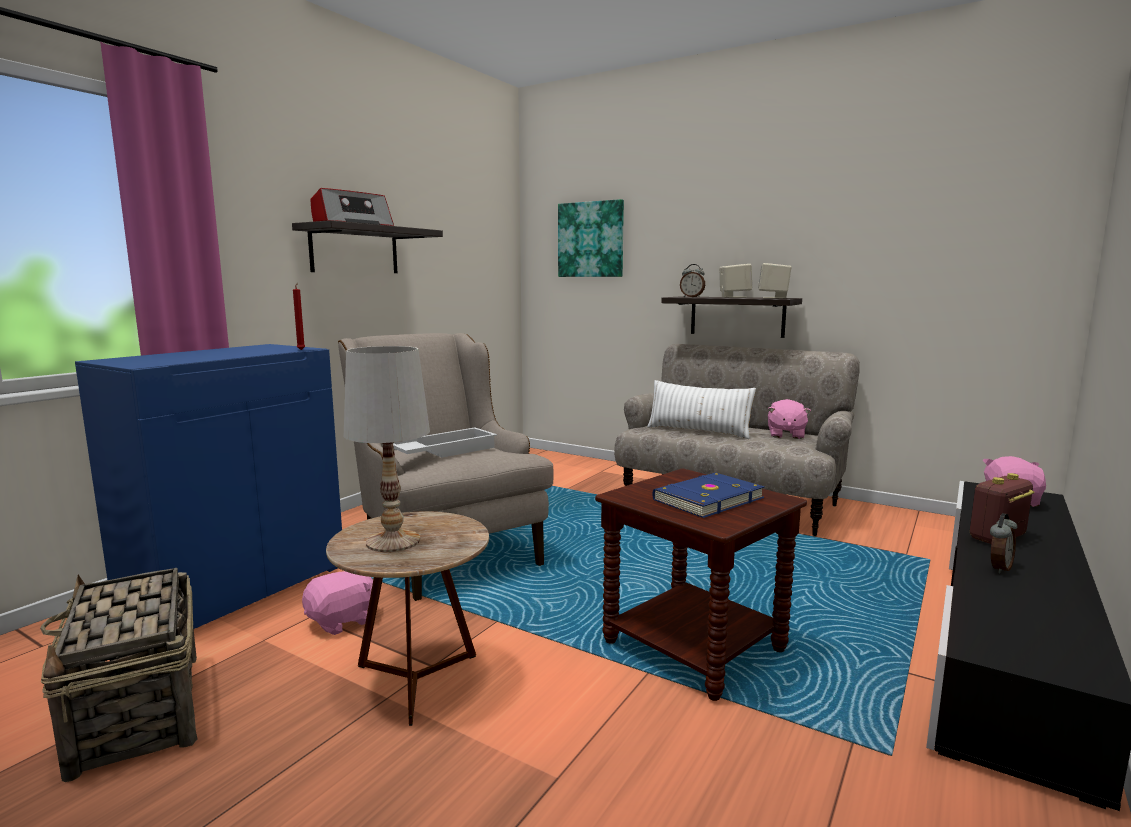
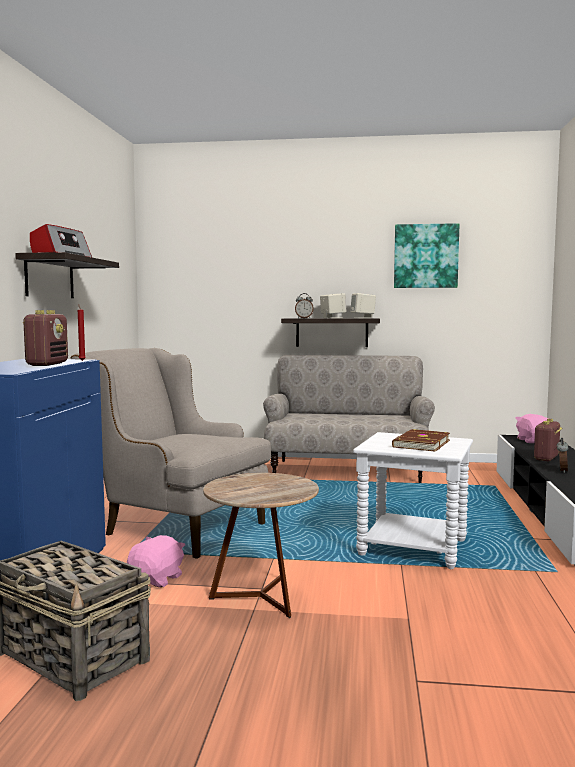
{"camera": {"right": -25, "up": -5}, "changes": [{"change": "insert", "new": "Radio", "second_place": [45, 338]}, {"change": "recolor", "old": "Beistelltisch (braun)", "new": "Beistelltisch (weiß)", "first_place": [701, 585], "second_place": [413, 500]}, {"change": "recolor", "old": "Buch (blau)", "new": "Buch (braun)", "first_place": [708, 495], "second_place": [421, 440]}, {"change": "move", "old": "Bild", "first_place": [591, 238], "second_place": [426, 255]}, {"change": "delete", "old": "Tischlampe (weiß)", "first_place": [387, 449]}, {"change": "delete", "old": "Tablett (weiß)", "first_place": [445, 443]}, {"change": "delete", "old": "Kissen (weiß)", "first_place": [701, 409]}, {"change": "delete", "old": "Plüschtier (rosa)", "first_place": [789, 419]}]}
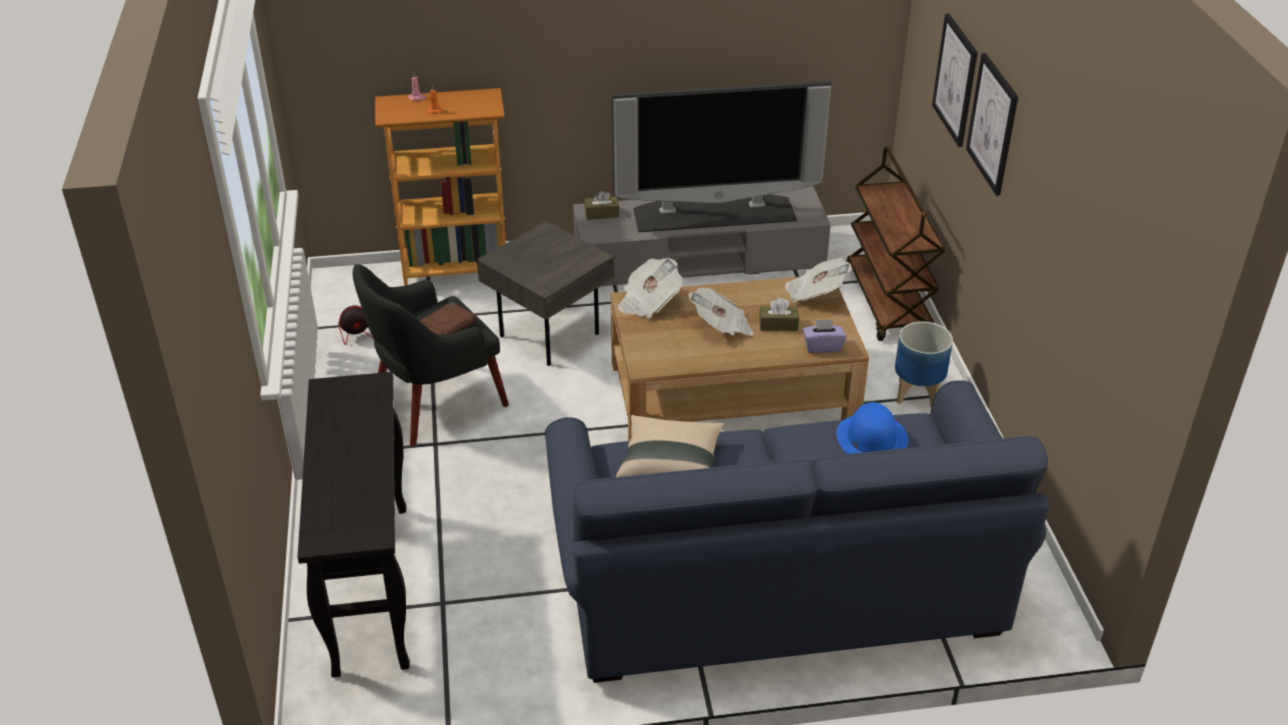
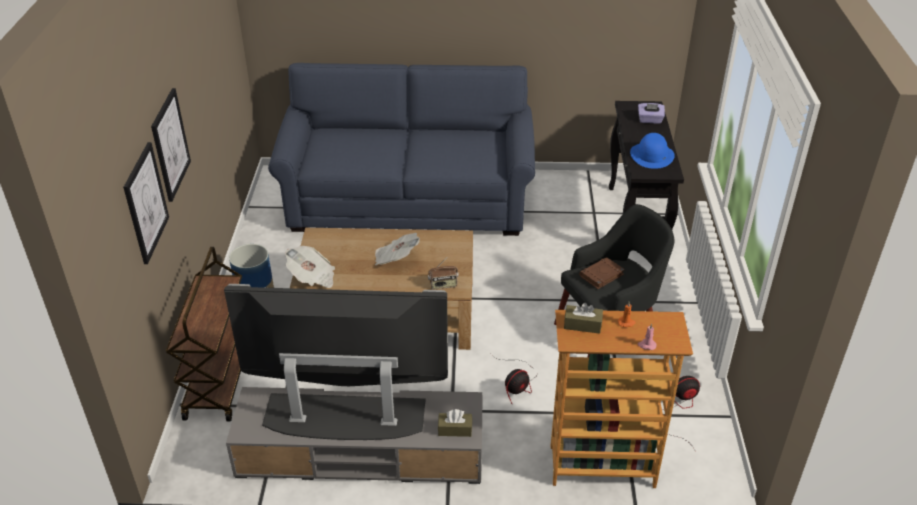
{"camera": {"right": -170, "up": 0}, "changes": [{"change": "replace", "old": "Zeitung", "new": "Radio", "first_place": [650, 288], "second_place": [443, 274]}, {"change": "replace", "old": "Beistelltisch (grau)", "new": "Ventilator", "first_place": [545, 293], "second_place": [513, 378]}, {"change": "move", "old": "Taschentuchbox (braun)", "first_place": [779, 314], "second_place": [583, 318]}, {"change": "move", "old": "Hut (blau)", "first_place": [872, 428], "second_place": [652, 151]}, {"change": "move", "old": "Taschentuchbox (lila)", "first_place": [824, 336], "second_place": [651, 113]}, {"change": "delete", "old": "Kissen (beige)", "first_place": [670, 446]}]}
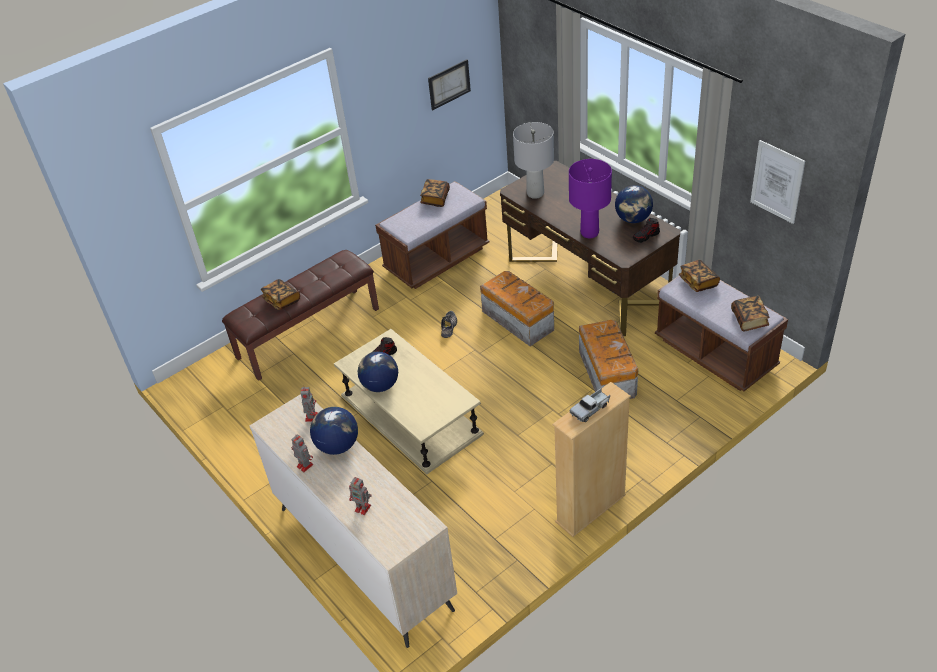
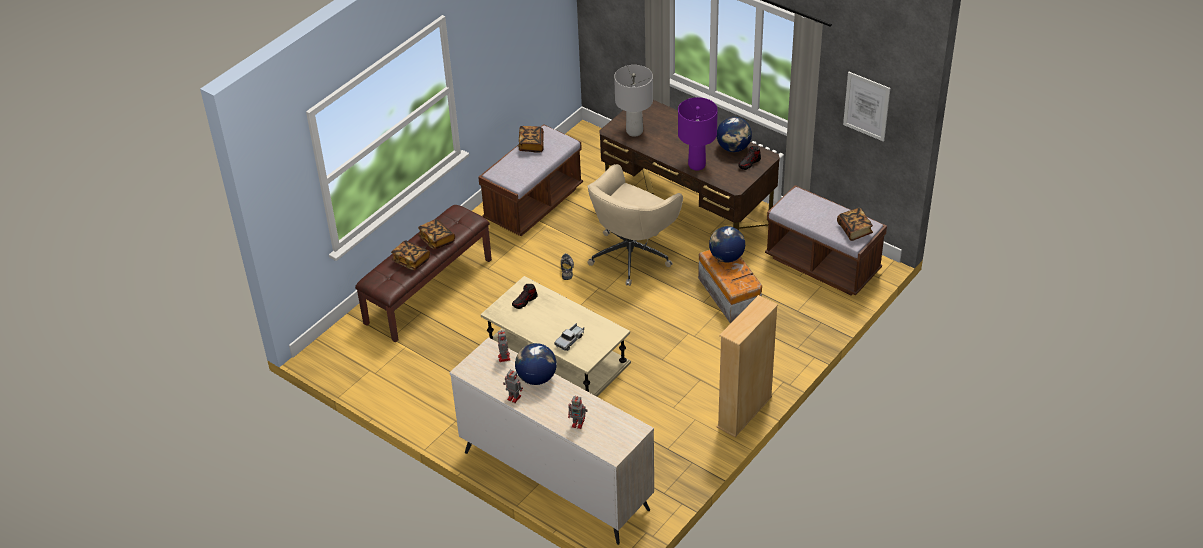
{"camera": {"right": -15, "up": 0}, "changes": [{"change": "move", "old": "Buch", "first_place": [699, 276], "second_place": [436, 234]}, {"change": "move", "old": "Spielzeuglaster", "first_place": [590, 405], "second_place": [569, 337]}, {"change": "replace", "old": "Aufbewahrungsbox", "new": "Bürostuhl (beige)", "first_place": [517, 309], "second_place": [635, 225]}, {"change": "move", "old": "Globus", "first_place": [378, 372], "second_place": [727, 244]}, {"change": "delete", "old": "Bild", "first_place": [449, 84]}]}
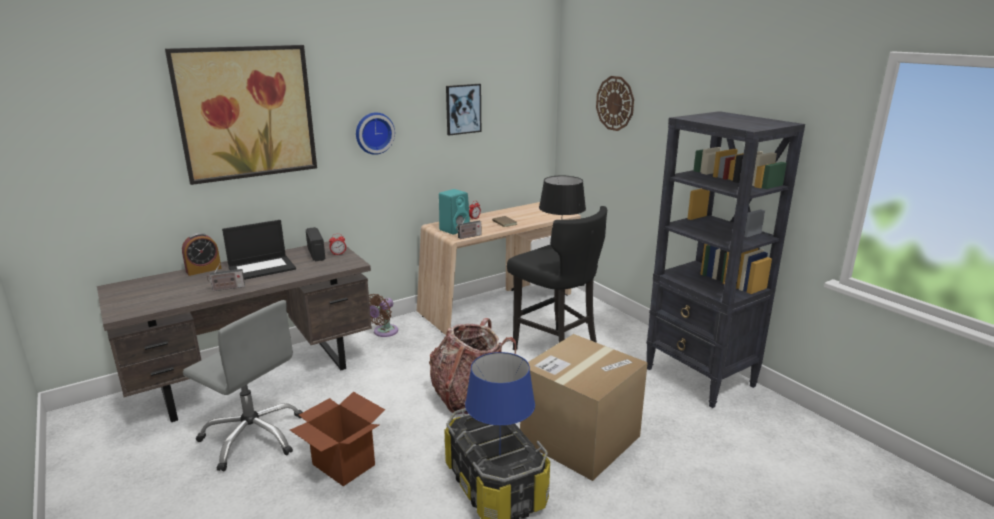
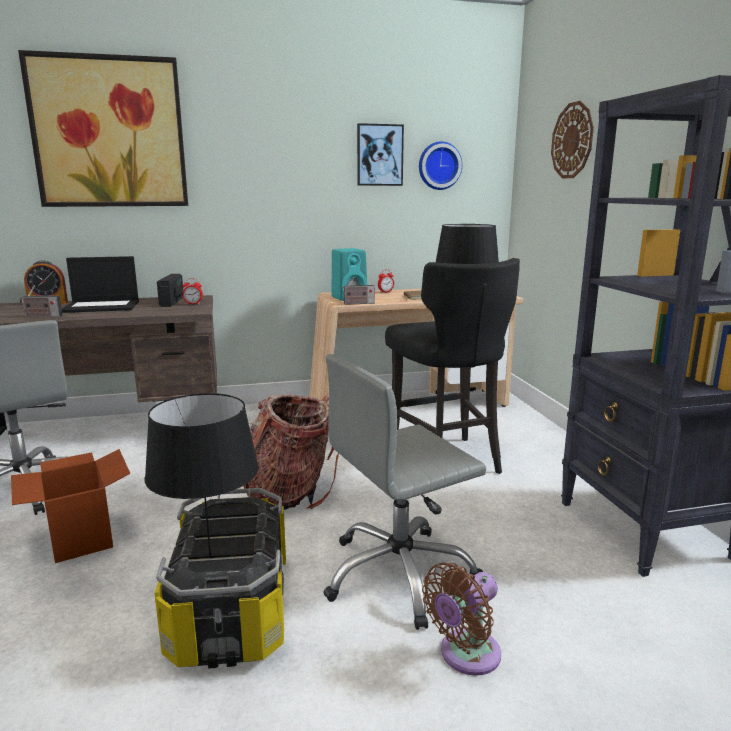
{"camera": {"right": 20, "up": -5}, "changes": [{"change": "recolor", "old": "Tischlampe (blau)", "new": "Tischlampe (schwarz)", "first_place": [500, 404], "second_place": [202, 475]}, {"change": "replace", "old": "Karton", "new": "Bürostuhl (grau)", "first_place": [584, 407], "second_place": [404, 492]}, {"change": "move", "old": "Wanduhr", "first_place": [375, 134], "second_place": [440, 165]}, {"change": "move", "old": "Ventilator (braun)", "first_place": [383, 315], "second_place": [461, 619]}]}
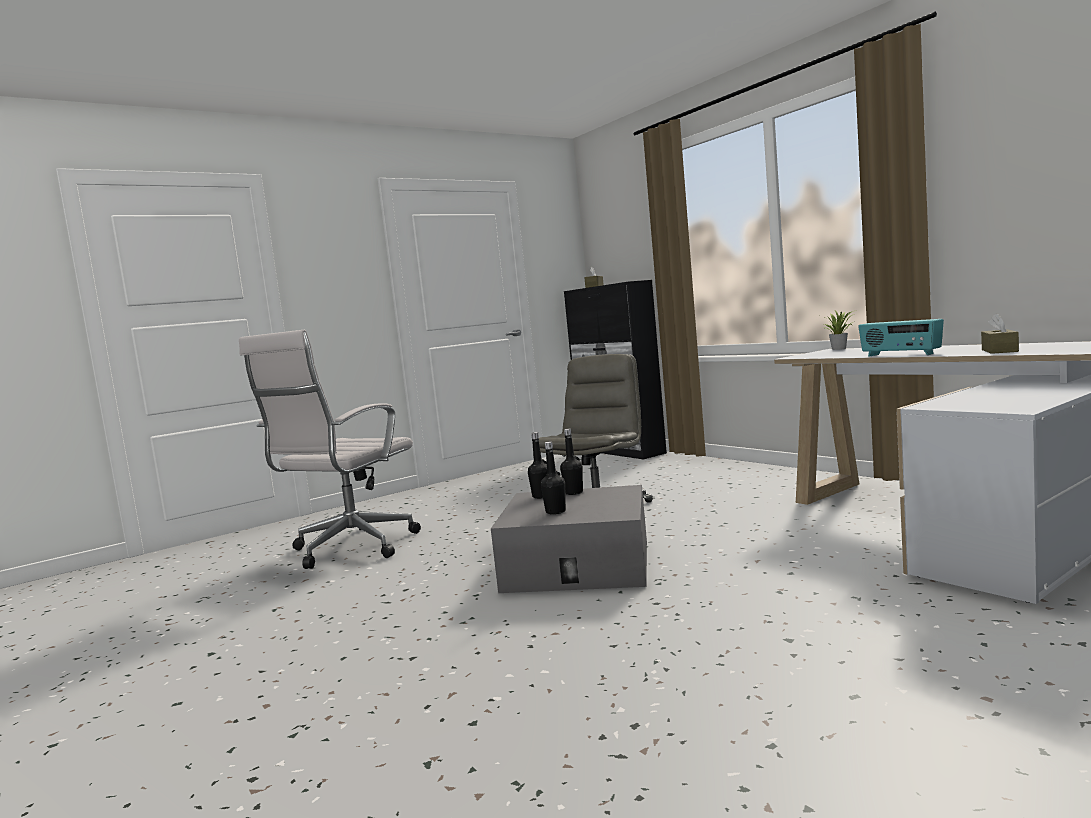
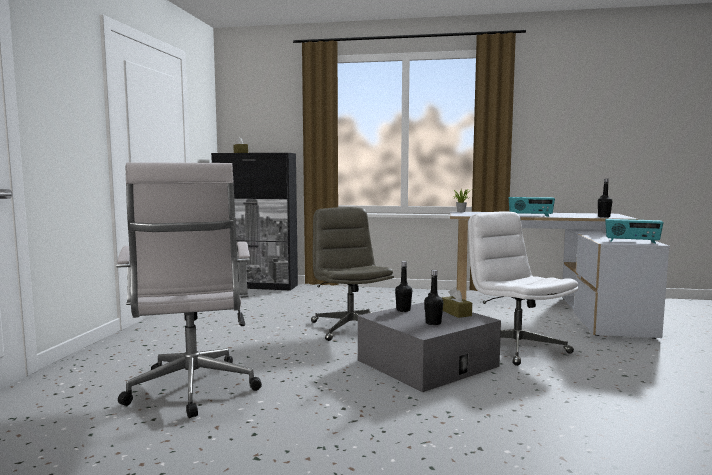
{"camera": {"right": -45, "up": 0}, "changes": [{"change": "move", "old": "Taschentuchbox (braun)", "first_place": [1000, 333], "second_place": [457, 302]}, {"change": "insert", "new": "Bürostuhl (weiß)", "second_place": [523, 288]}, {"change": "move", "old": "Flasche (schwarz)", "first_place": [537, 465], "second_place": [605, 198]}, {"change": "insert", "new": "Radio", "second_place": [634, 231]}]}
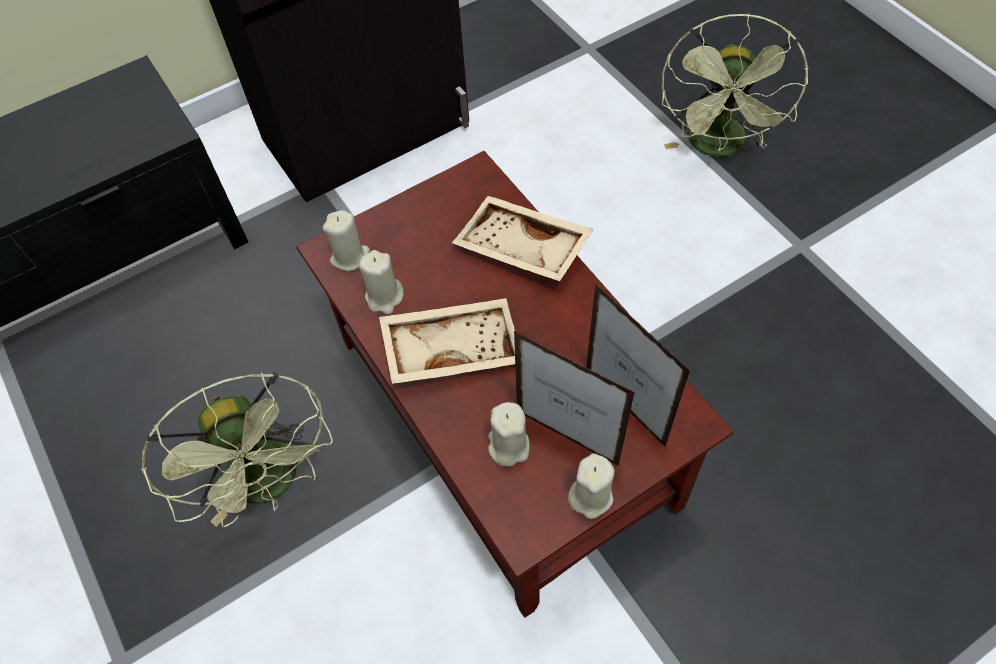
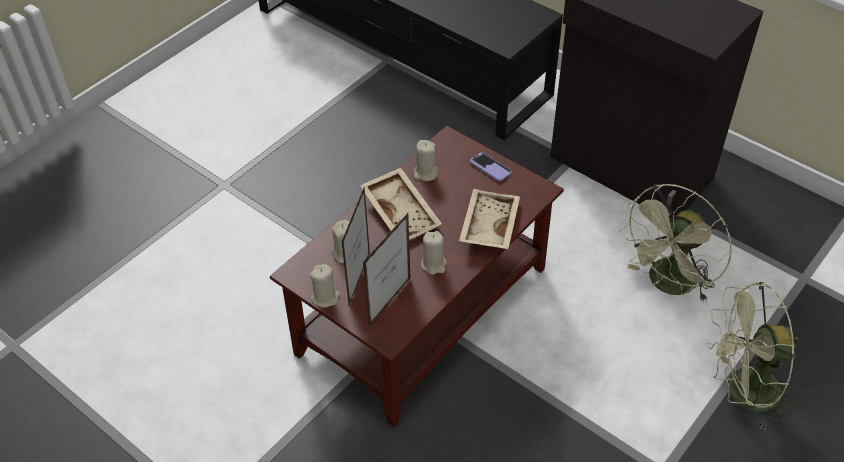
{"camera": {"right": 70, "up": -10}, "changes": [{"change": "move", "old": "Kerze (beige)", "first_place": [346, 240], "second_place": [434, 253]}, {"change": "insert", "new": "Handy", "second_place": [491, 166]}, {"change": "move", "old": "Ventilator (grün)", "first_place": [237, 449], "second_place": [676, 243]}]}
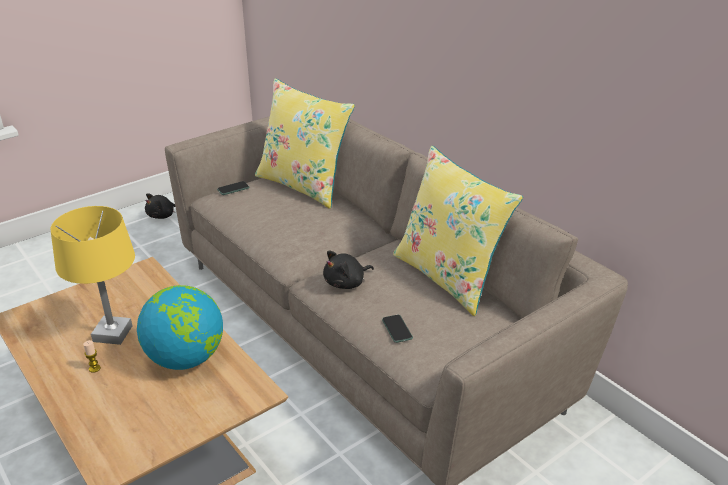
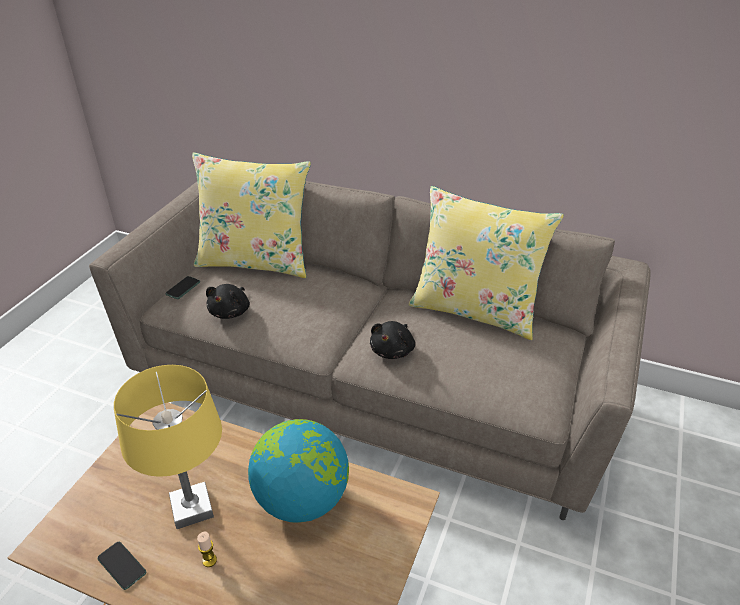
{"camera": {"right": -30, "up": 5}, "changes": [{"change": "move", "old": "Handy", "first_place": [397, 329], "second_place": [121, 566]}, {"change": "move", "old": "Plüschtier (schwarz)", "first_place": [160, 206], "second_place": [228, 301]}]}
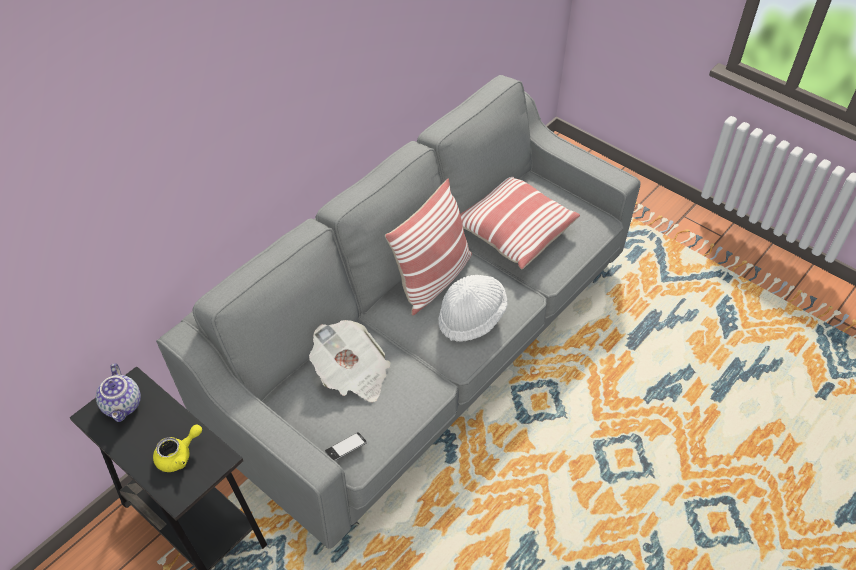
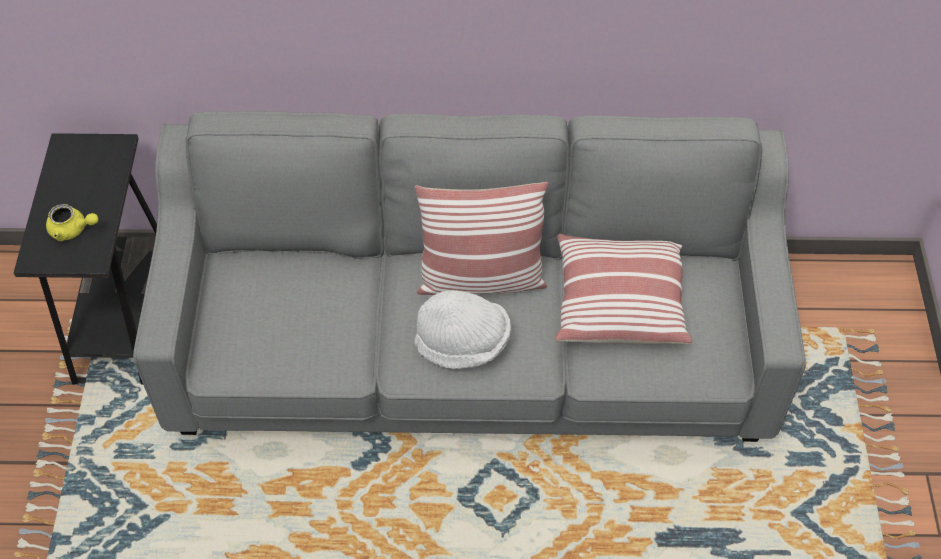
{"camera": {"right": 50, "up": 5}, "changes": [{"change": "delete", "old": "Teekanne", "first_place": [118, 392]}, {"change": "delete", "old": "Zeitung", "first_place": [350, 361]}, {"change": "delete", "old": "Handy", "first_place": [346, 446]}]}
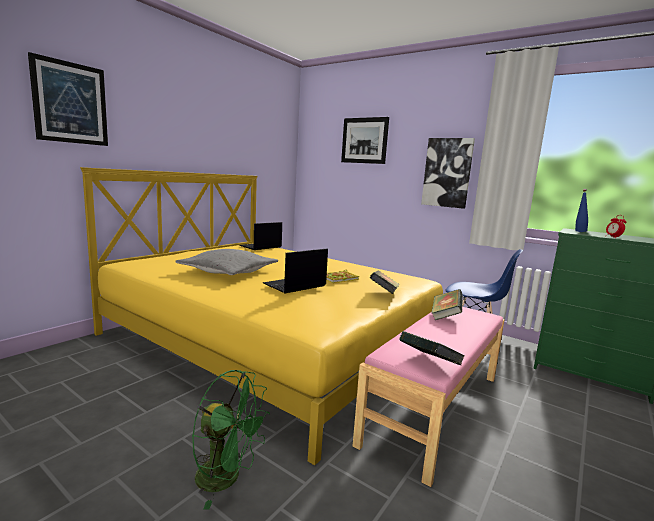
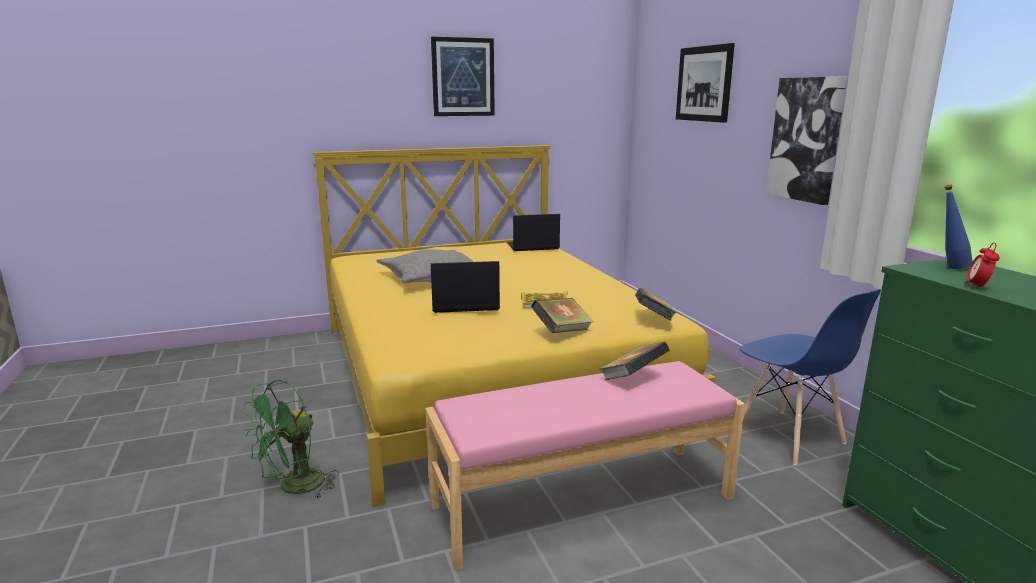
{"camera": {"right": 35, "up": 5}, "changes": [{"change": "rotate", "old": "Ventilator (grün)", "first_place": [231, 439], "second_place": [291, 438], "degrees": 75}, {"change": "move", "old": "Bild", "first_place": [68, 99], "second_place": [463, 76]}, {"change": "move", "old": "Buch", "first_place": [432, 348], "second_place": [655, 304]}]}
